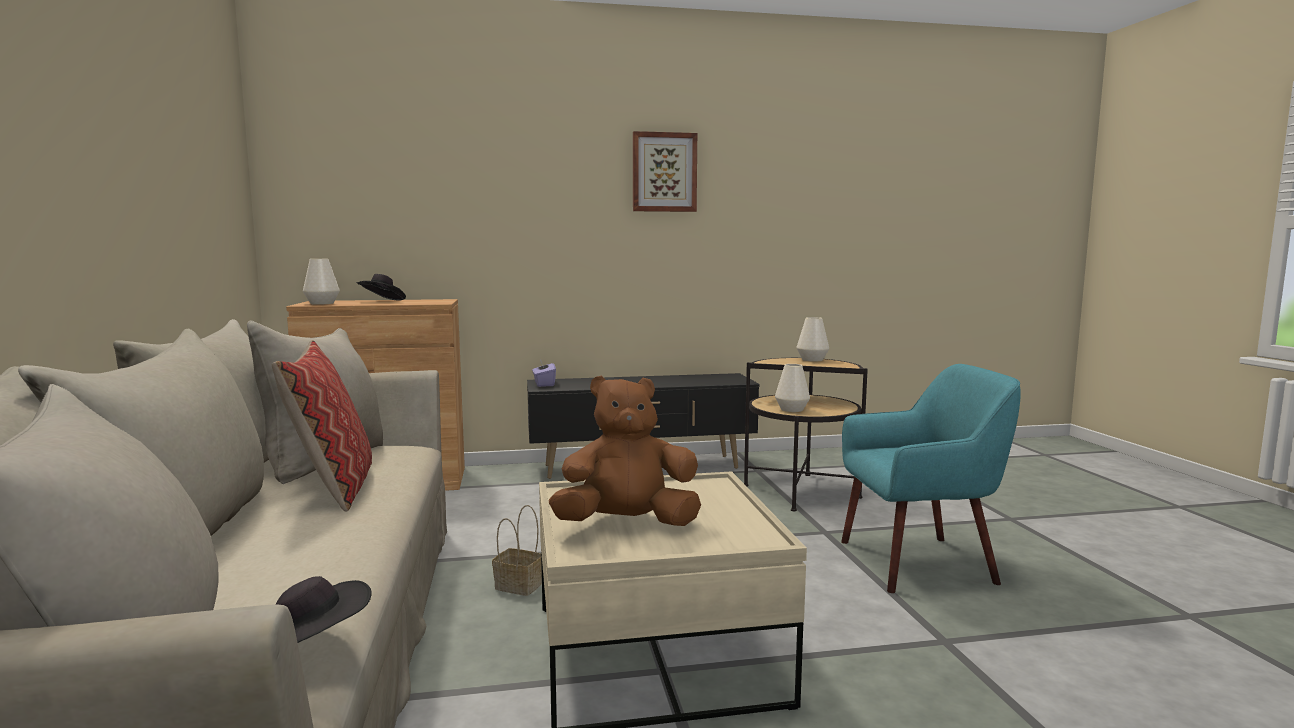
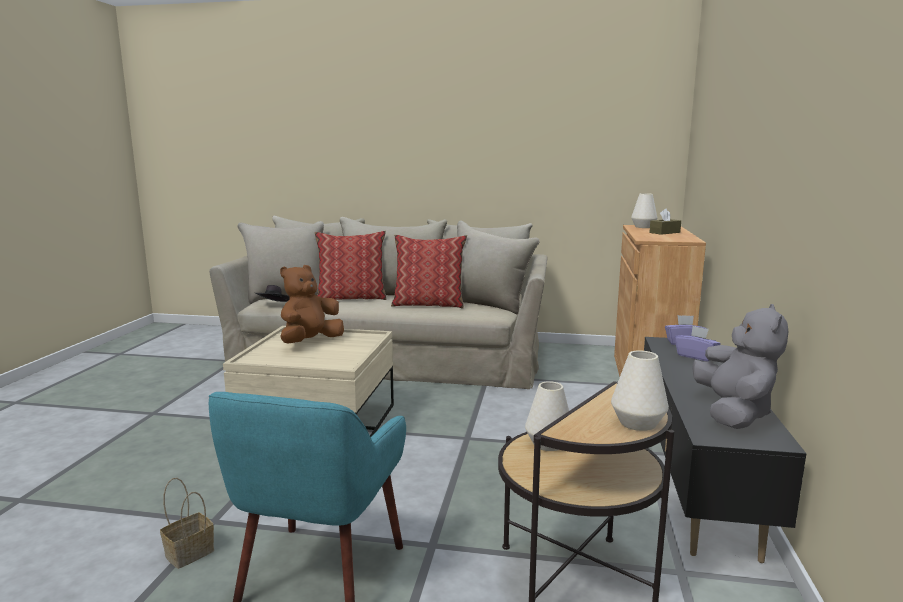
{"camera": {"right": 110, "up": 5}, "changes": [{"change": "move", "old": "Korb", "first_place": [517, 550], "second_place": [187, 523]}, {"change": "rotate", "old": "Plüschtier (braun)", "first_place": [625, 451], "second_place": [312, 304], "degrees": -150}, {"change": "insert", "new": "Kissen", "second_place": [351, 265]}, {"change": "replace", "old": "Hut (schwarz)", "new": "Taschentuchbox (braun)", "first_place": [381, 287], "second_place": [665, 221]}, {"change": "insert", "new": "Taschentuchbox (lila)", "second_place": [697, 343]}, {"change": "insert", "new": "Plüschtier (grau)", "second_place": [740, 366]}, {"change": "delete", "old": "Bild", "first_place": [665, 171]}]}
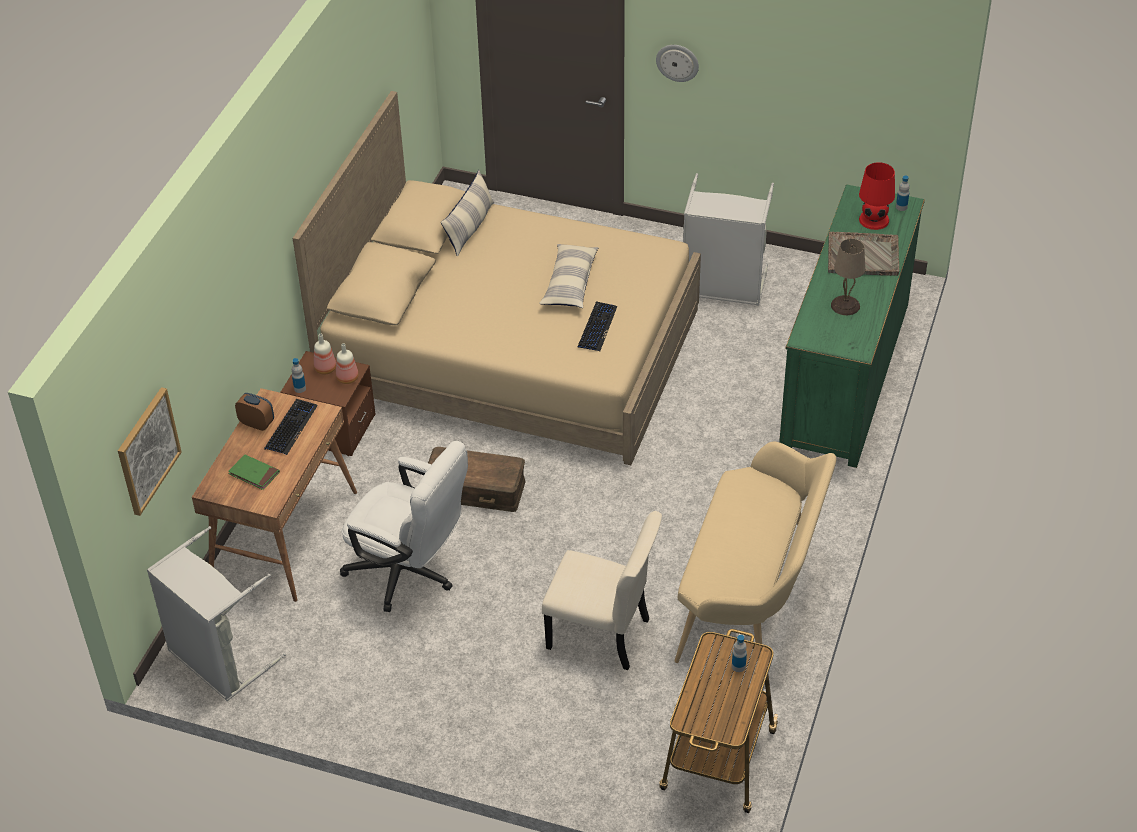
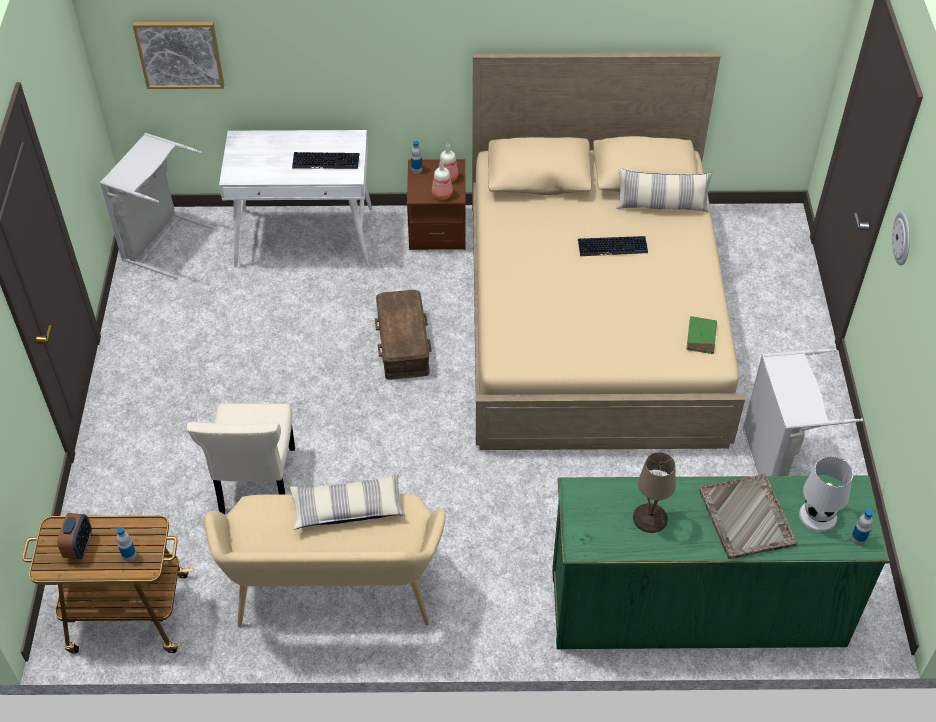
{"camera": {"right": 70, "up": 5}, "changes": [{"change": "move", "old": "Wecker", "first_place": [254, 412], "second_place": [74, 536]}, {"change": "recolor", "old": "Schreibtisch (braun)", "new": "Schreibtisch (weiß)", "first_place": [274, 495], "second_place": [296, 198]}, {"change": "move", "old": "Kissen", "first_place": [569, 276], "second_place": [347, 502]}, {"change": "move", "old": "Tastatur", "first_place": [597, 326], "second_place": [613, 246]}, {"change": "move", "old": "Buch (grün)", "first_place": [254, 472], "second_place": [701, 335]}, {"change": "recolor", "old": "Tischlampe (rot)", "new": "Tischlampe (weiß)", "first_place": [877, 196], "second_place": [826, 494]}, {"change": "delete", "old": "Bürostuhl (weiß)", "first_place": [404, 526]}]}
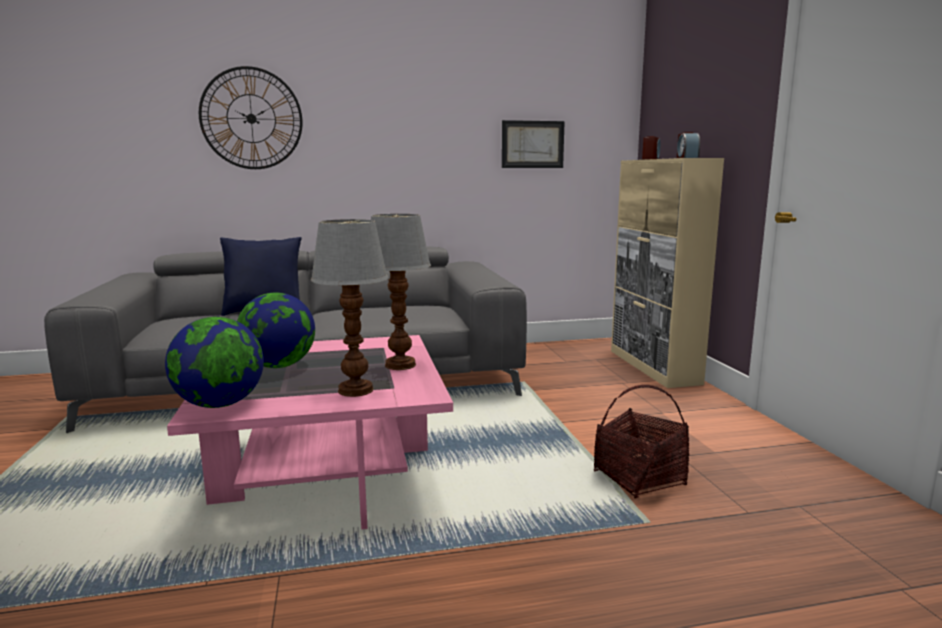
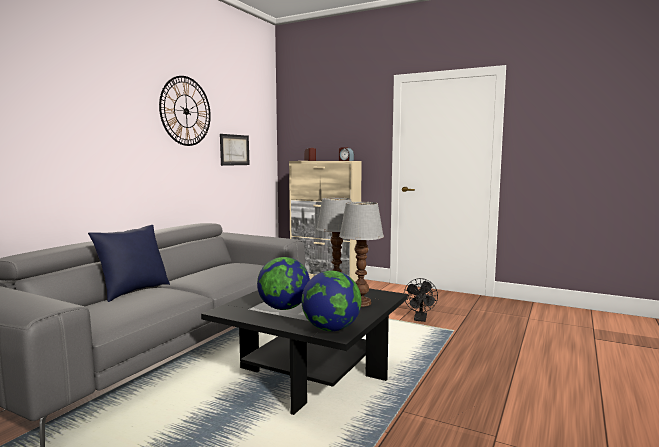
{"camera": {"right": -50, "up": -5}, "changes": [{"change": "move", "old": "Wanduhr", "first_place": [251, 117], "second_place": [185, 111]}, {"change": "recolor", "old": "Couchtisch (rosa)", "new": "Couchtisch (schwarz)", "first_place": [310, 432], "second_place": [304, 351]}, {"change": "replace", "old": "Korb", "new": "Ventilator (schwarz)", "first_place": [641, 441], "second_place": [421, 300]}]}
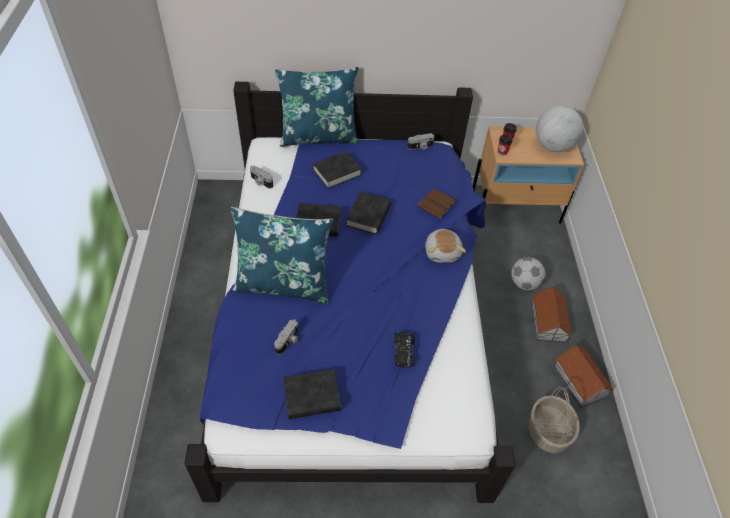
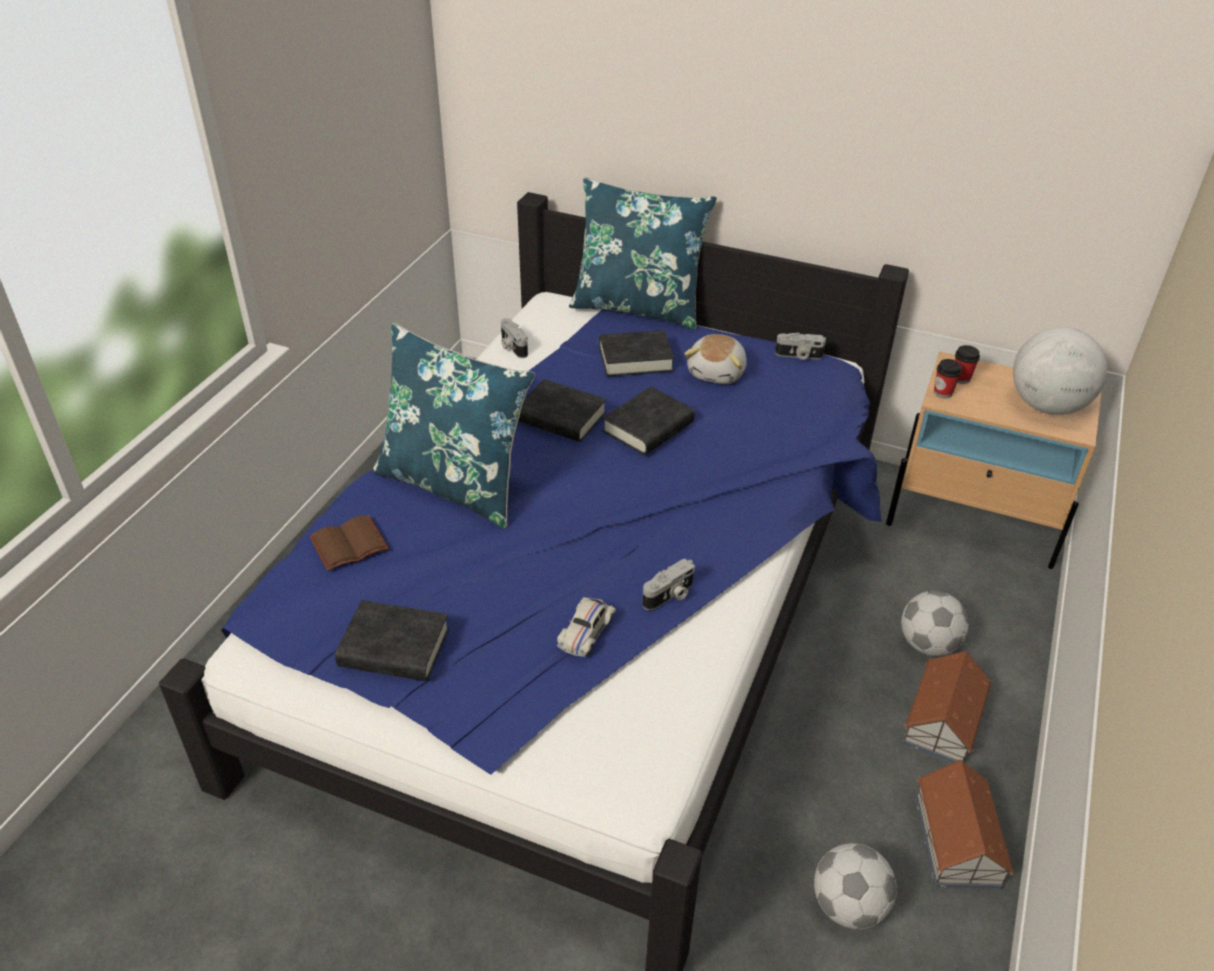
{"camera": {"right": 25, "up": -10}, "changes": [{"change": "move", "old": "Buch (braun)", "first_place": [437, 203], "second_place": [349, 543]}, {"change": "recolor", "old": "Spielzeugauto (schwarz)", "new": "Spielzeugauto (weiß)", "first_place": [404, 350], "second_place": [586, 627]}, {"change": "move", "old": "Kamera", "first_place": [286, 337], "second_place": [668, 584]}, {"change": "move", "old": "Plüschtier", "first_place": [445, 246], "second_place": [715, 359]}, {"change": "replace", "old": "Korb", "new": "Fußball", "first_place": [554, 420], "second_place": [855, 886]}]}
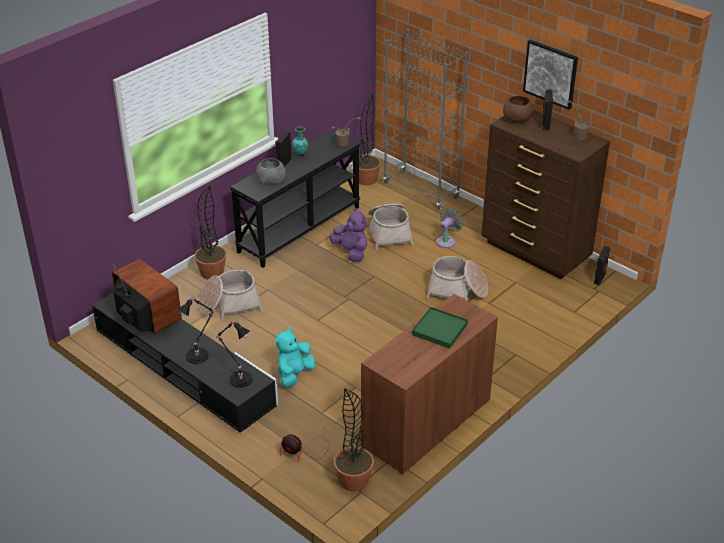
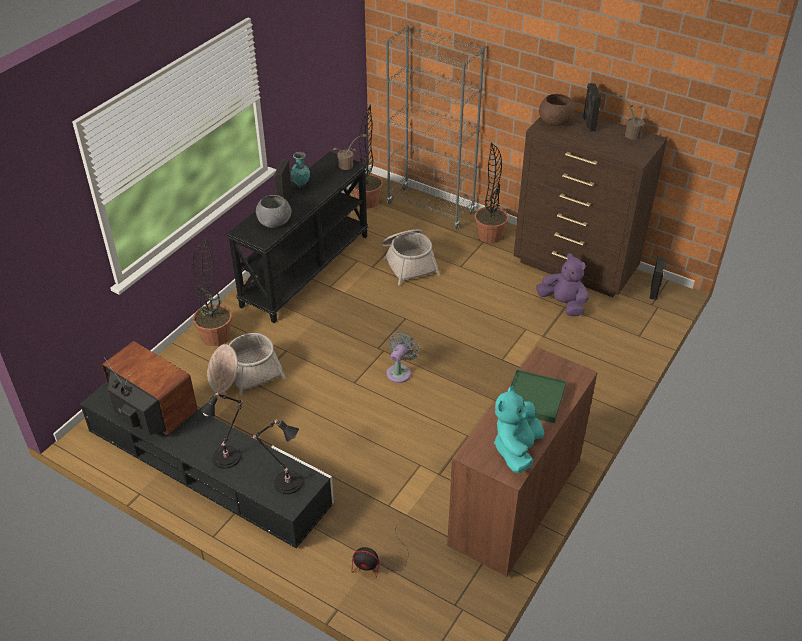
{"camera": {"right": -10, "up": 5}, "changes": [{"change": "move", "old": "Ventilator (grau)", "first_place": [449, 228], "second_place": [403, 357]}, {"change": "move", "old": "Topfpflanze", "first_place": [354, 439], "second_place": [492, 193]}, {"change": "move", "old": "Plüschtier (türkis)", "first_place": [295, 357], "second_place": [519, 429]}, {"change": "move", "old": "Plüschtier (lila)", "first_place": [348, 235], "second_place": [562, 284]}, {"change": "delete", "old": "Korb", "first_place": [457, 278]}, {"change": "delete", "old": "Bild", "first_place": [550, 75]}]}
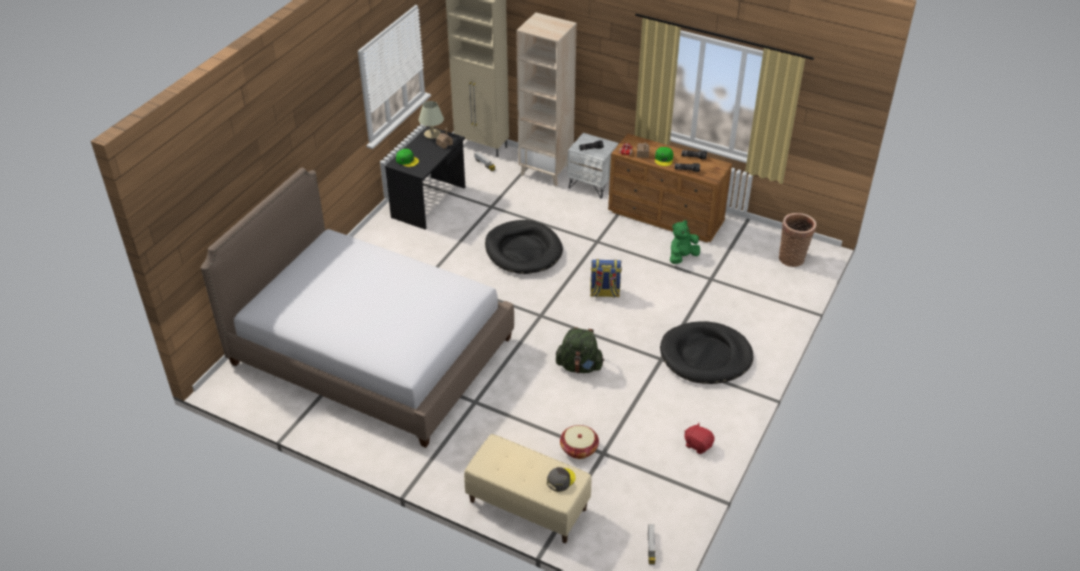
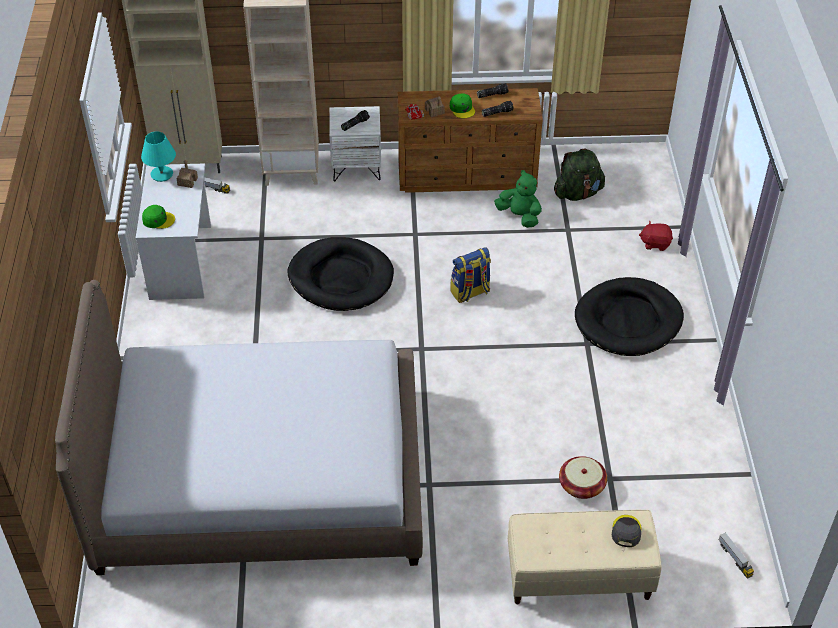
{"camera": {"right": -30, "up": 5}, "changes": [{"change": "recolor", "old": "Schreibtisch (schwarz)", "new": "Schreibtisch (weiß)", "first_place": [425, 178], "second_place": [173, 232]}, {"change": "recolor", "old": "Tischlampe (beige)", "new": "Tischlampe (türkis)", "first_place": [431, 120], "second_place": [158, 156]}, {"change": "rotate", "old": "Plüschtier (grün)", "first_place": [685, 242], "second_place": [518, 199], "degrees": 105}, {"change": "move", "old": "Rucksack (grün)", "first_place": [580, 350], "second_place": [579, 175]}, {"change": "move", "old": "Plüschtier (rot)", "first_place": [699, 438], "second_place": [656, 236]}, {"change": "delete", "old": "Korb", "first_place": [798, 240]}]}
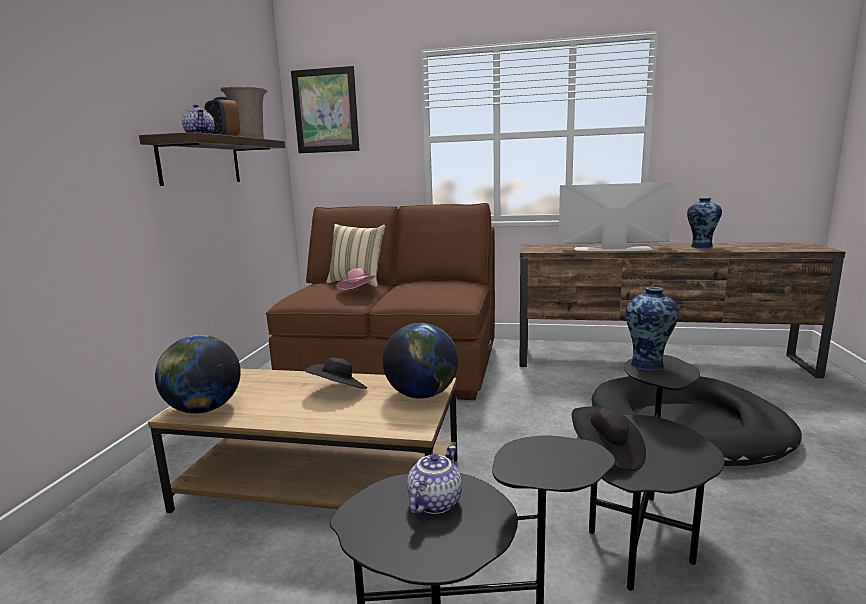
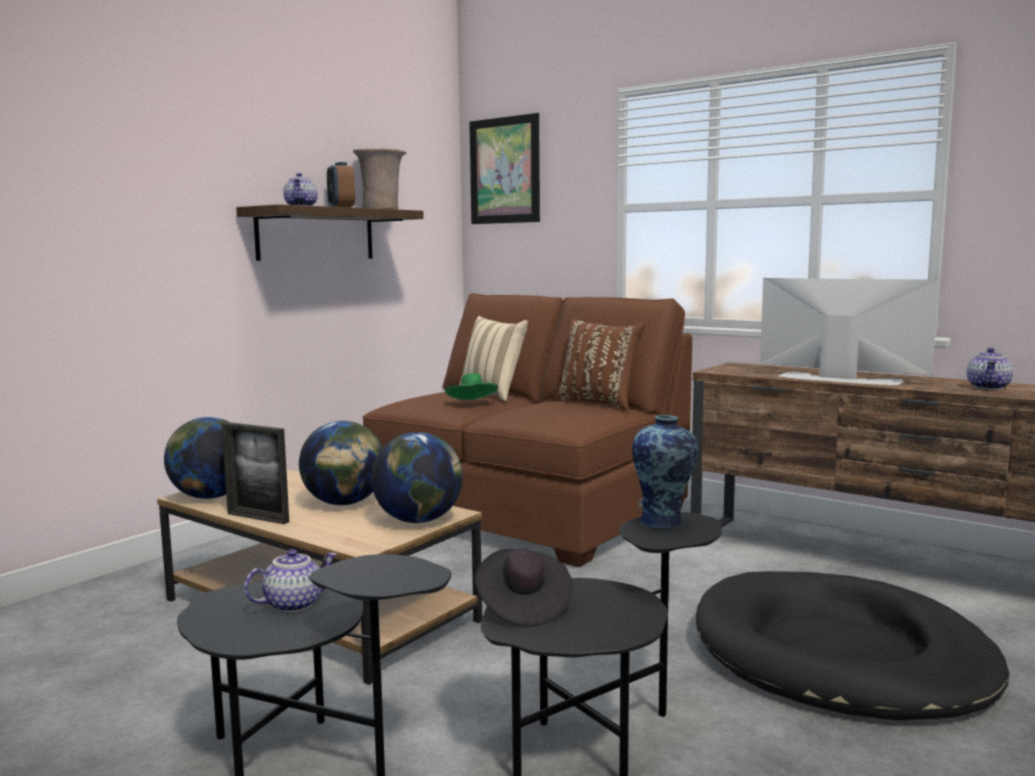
{"camera": {"right": 25, "up": -5}, "changes": [{"change": "insert", "new": "Bilderrahmen", "second_place": [255, 473]}, {"change": "replace", "old": "Hut (schwarz)", "new": "Globus", "first_place": [336, 373], "second_place": [341, 463]}, {"change": "recolor", "old": "Hut (rosa)", "new": "Hut (grün)", "first_place": [356, 279], "second_place": [471, 386]}, {"change": "insert", "new": "Kissen (braun)", "second_place": [599, 364]}, {"change": "replace", "old": "Vase", "new": "Teekanne", "first_place": [704, 223], "second_place": [990, 369]}]}
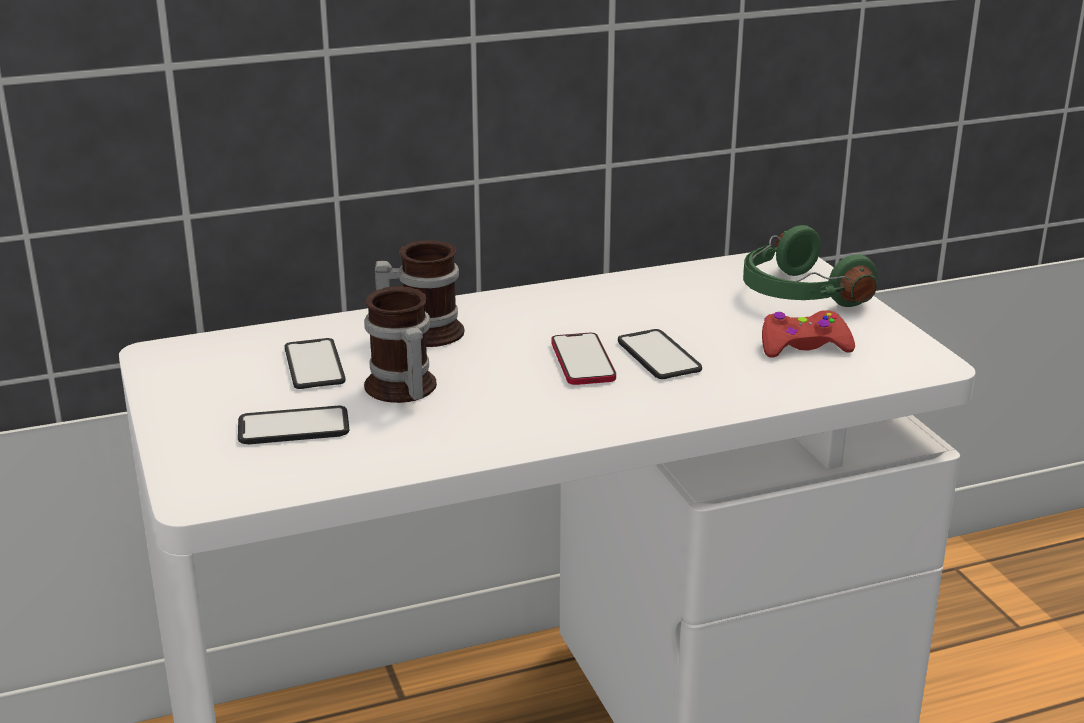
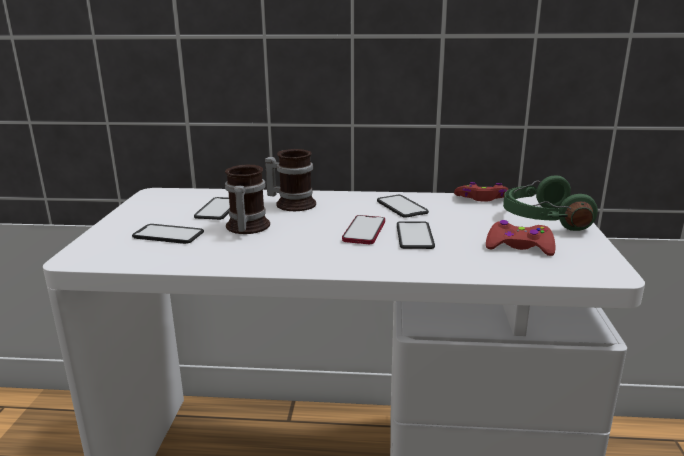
{"camera": {"right": 25, "up": -5}, "changes": [{"change": "insert", "new": "Handy", "second_place": [403, 206]}, {"change": "insert", "new": "Gamepad (rot)", "second_place": [481, 191]}]}
